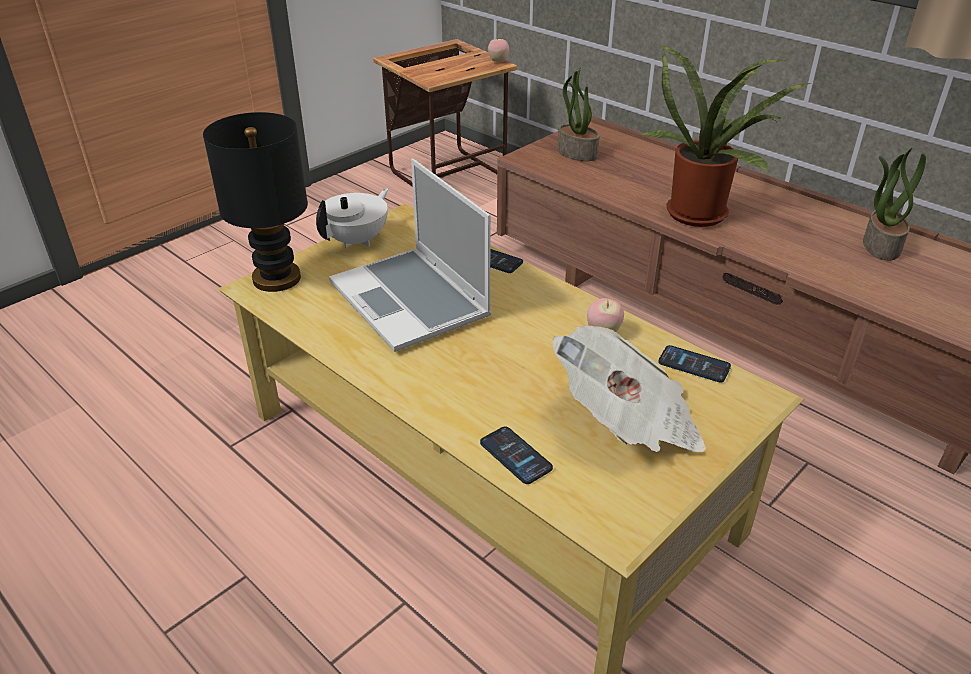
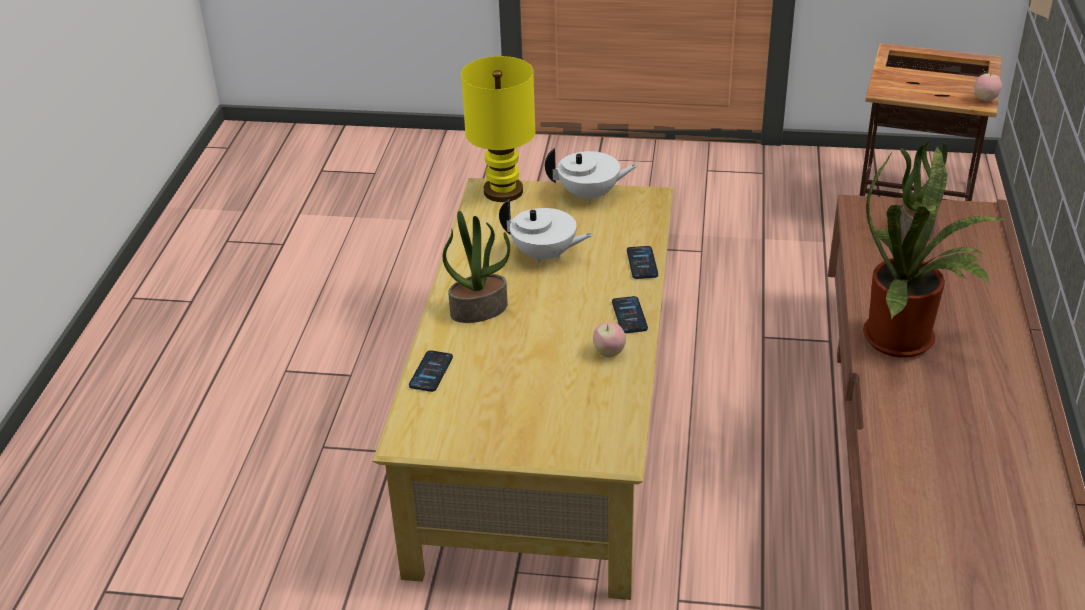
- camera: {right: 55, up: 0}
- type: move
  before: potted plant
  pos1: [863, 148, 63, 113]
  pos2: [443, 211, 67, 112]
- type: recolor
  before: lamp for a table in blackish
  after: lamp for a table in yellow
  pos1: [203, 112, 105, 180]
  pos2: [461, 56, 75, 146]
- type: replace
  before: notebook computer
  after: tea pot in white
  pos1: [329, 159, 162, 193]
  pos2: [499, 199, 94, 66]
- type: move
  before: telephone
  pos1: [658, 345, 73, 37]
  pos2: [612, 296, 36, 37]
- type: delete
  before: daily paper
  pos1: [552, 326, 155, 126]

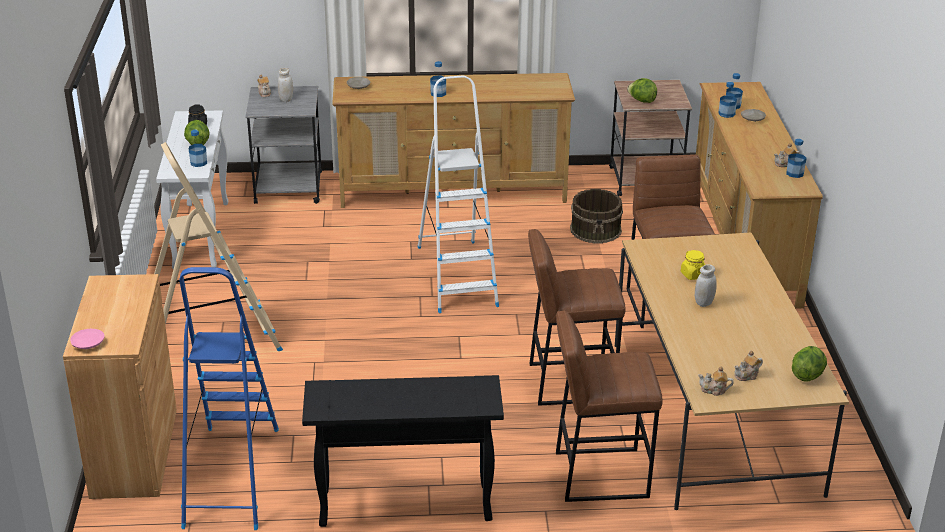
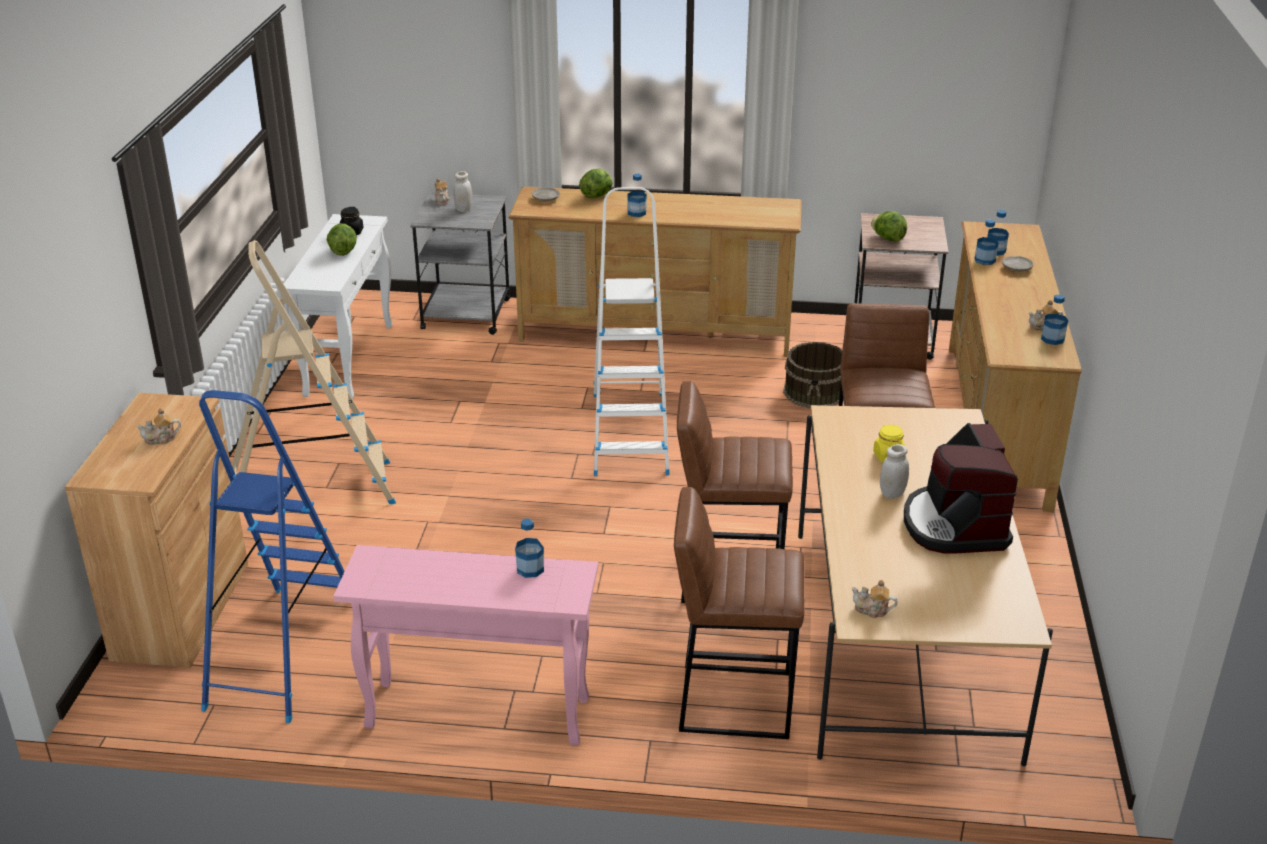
- camera: {right: 10, up: 0}
- type: move
  before: tea pot
  pos1: [734, 351, 29, 30]
  pos2: [136, 408, 45, 37]
- type: recolor
  before: hall table in blackish
  after: hall table in pinkish
  pos1: [302, 375, 202, 152]
  pos2: [334, 545, 264, 201]
- type: move
  before: bottle
  pos1: [189, 130, 18, 37]
  pos2: [515, 519, 29, 59]
- type: move
  before: head of lettuce
  pos1: [792, 346, 35, 36]
  pos2: [579, 169, 33, 29]
- type: insert
  after: coffee brewer
  pos2: [904, 423, 114, 131]
- type: delete
  before: plate in pinkish
  pos1: [70, 329, 35, 20]

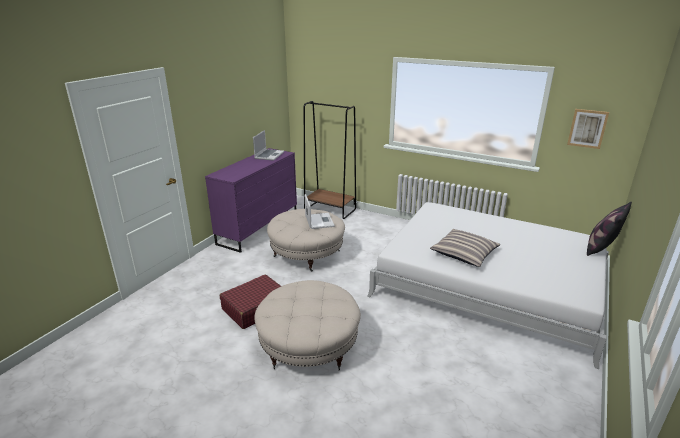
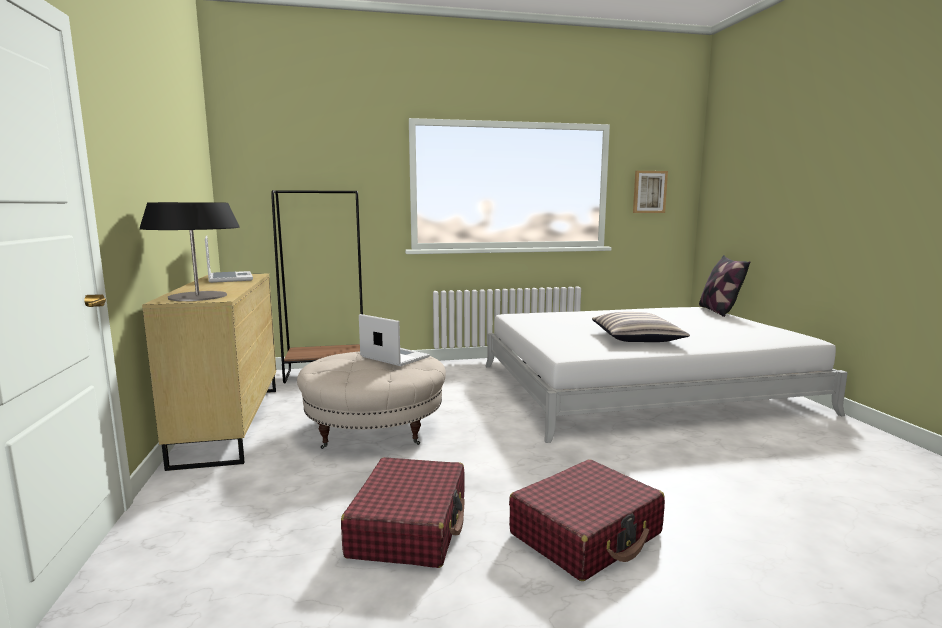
- camera: {right: -40, up: -15}
- type: insert
  after: lamp for a table
  pos2: [140, 202, 100, 99]
- type: recolor
  before: chest of drawers in purple-coloured
  after: chest of drawers in beige-coloured
  pos1: [205, 148, 92, 105]
  pos2: [142, 274, 134, 197]
- type: replace
  before: pouffe in beige-coloured
  after: travel case in red-coloured
  pos1: [254, 280, 107, 91]
  pos2: [509, 459, 156, 122]

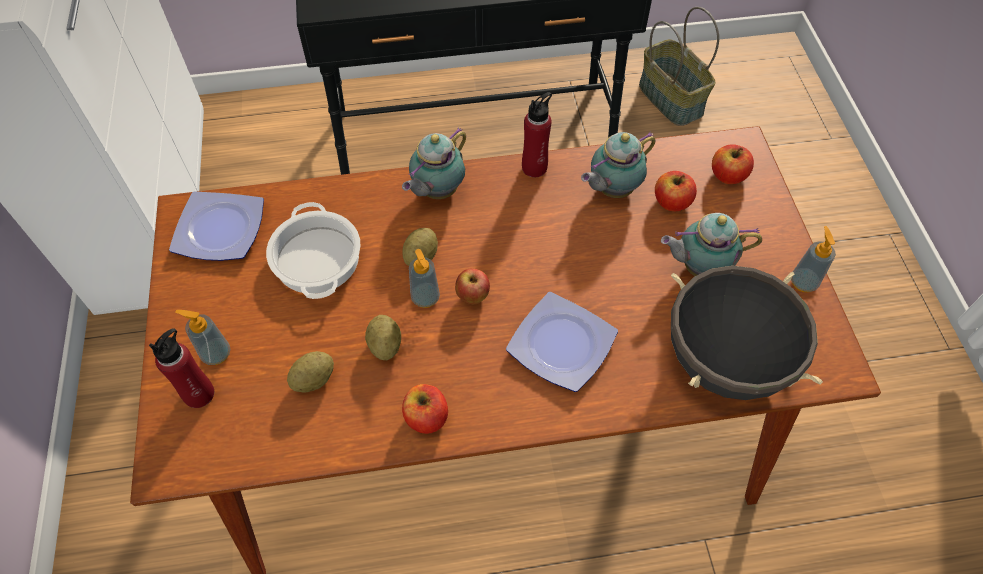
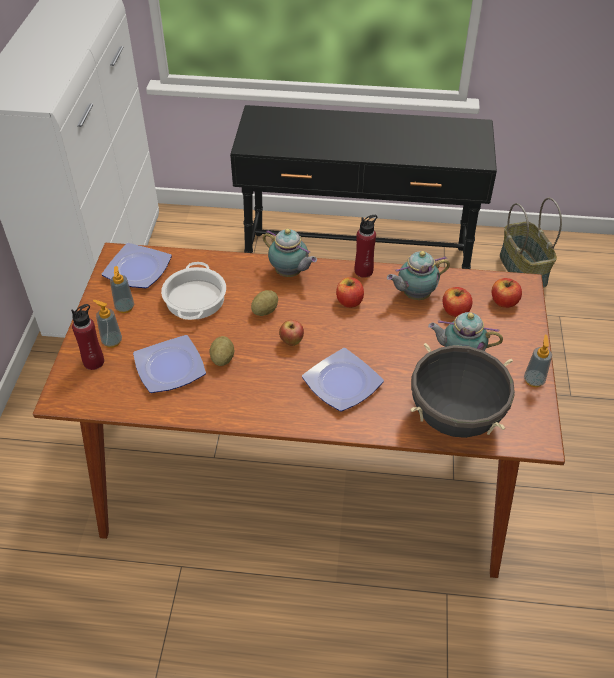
- camera: {right: 15, up: -10}
- type: move
  before: soap dispenser
  pos1: [409, 249, 31, 59]
  pos2: [110, 266, 24, 47]
- type: replace
  before: whole potato
  after: plate
  pos1: [287, 351, 47, 42]
  pos2: [133, 335, 73, 58]
- type: rotate
  before: tea pot
  pos1: [402, 127, 64, 72]
  pos2: [263, 228, 54, 49]
  turn: -105
- type: move
  before: apple fruit
  pos1: [402, 384, 46, 50]
  pos2: [336, 277, 28, 31]

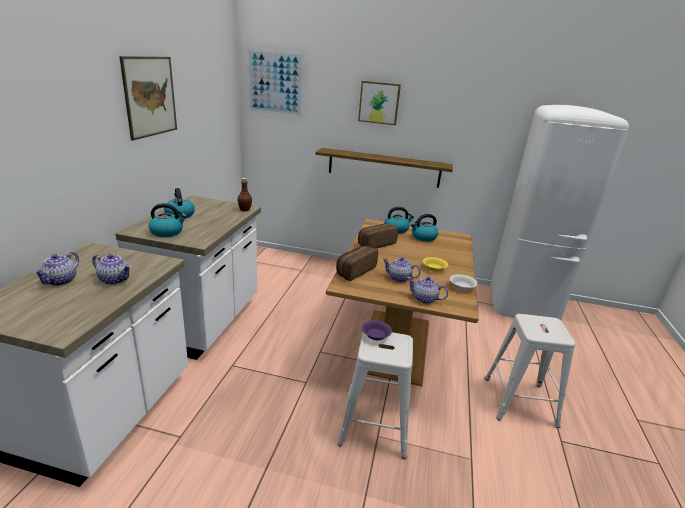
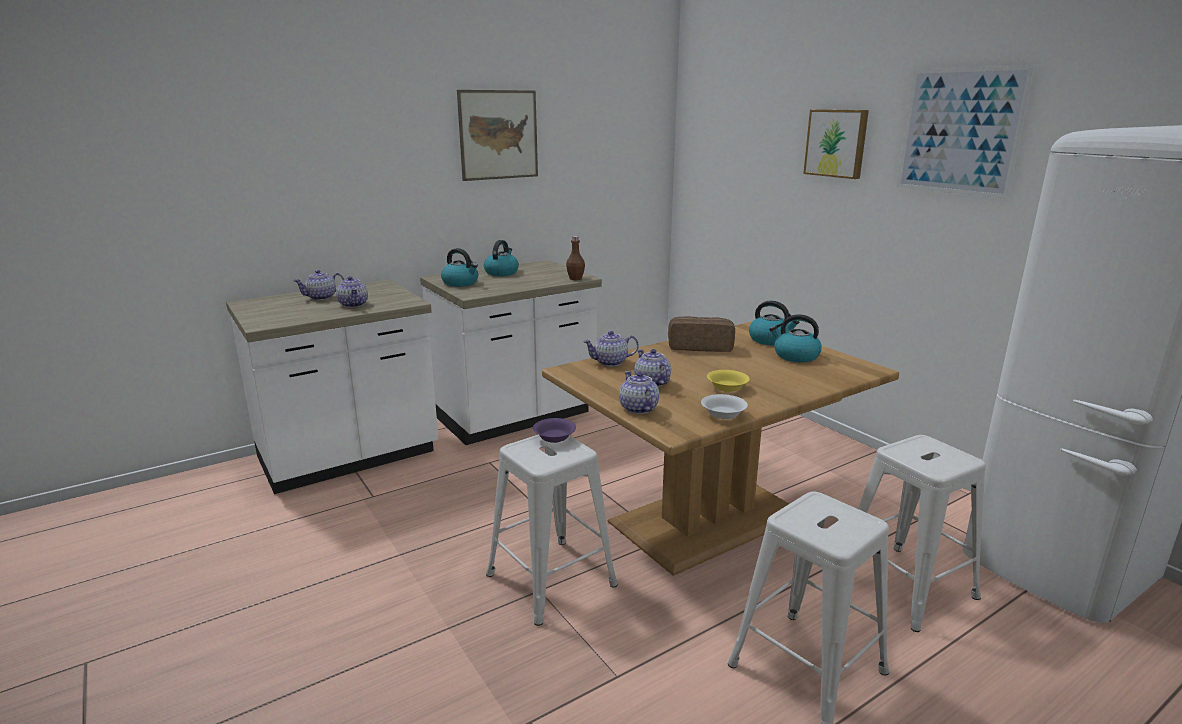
- camera: {right: 45, up: -5}
- type: replace
  before: baked bread
  after: tea pot
  pos1: [336, 246, 42, 35]
  pos2: [583, 331, 56, 36]
- type: insert
  after: stool in white
  pos2: [858, 435, 128, 197]
- type: move
  before: picture
  pos1: [247, 49, 57, 68]
  pos2: [897, 65, 138, 134]
- type: delete
  before: shelf
  pos1: [315, 148, 138, 40]

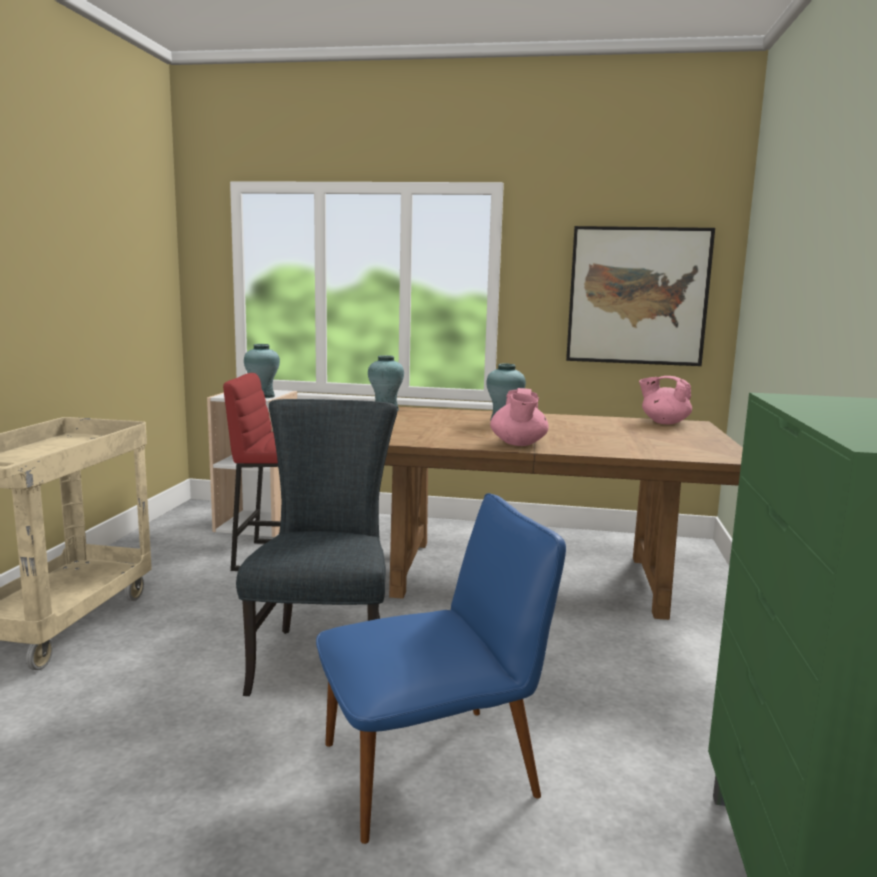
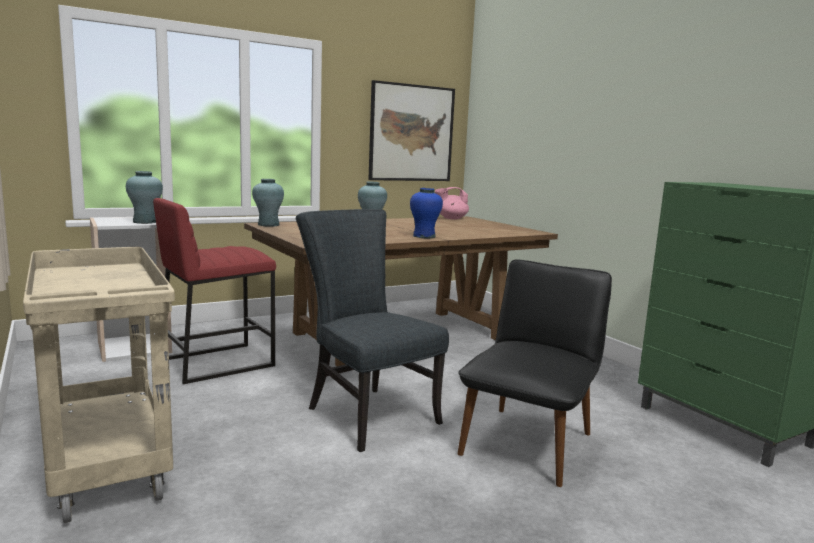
- camera: {right: -40, up: 0}
- type: replace
  before: tea pot in pinkish
  after: flower vase in blue-coloured
  pos1: [490, 388, 59, 58]
  pos2: [410, 188, 33, 50]
- type: recolor
  before: chair in blue-coloured
  after: chair in blackish
  pos1: [316, 493, 250, 351]
  pos2: [458, 259, 154, 228]

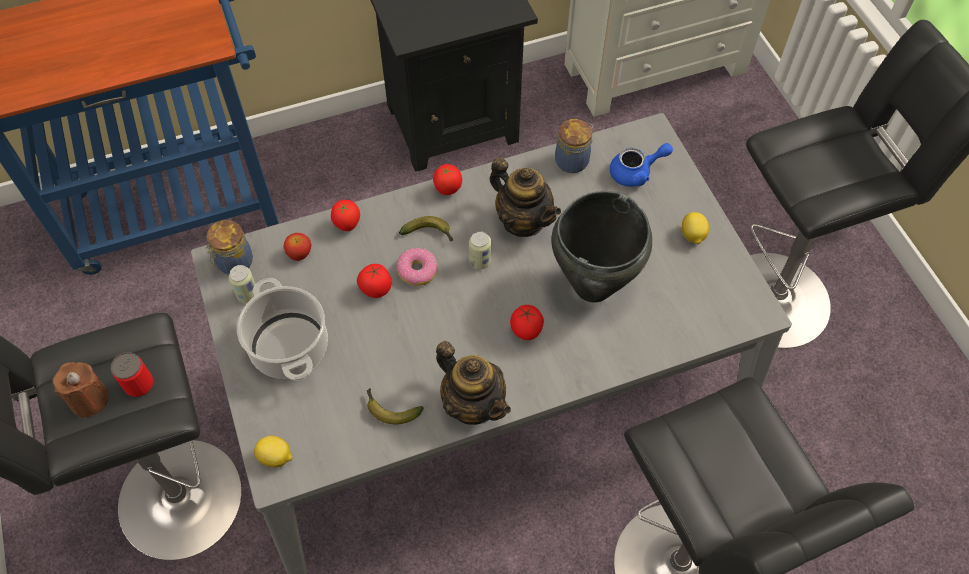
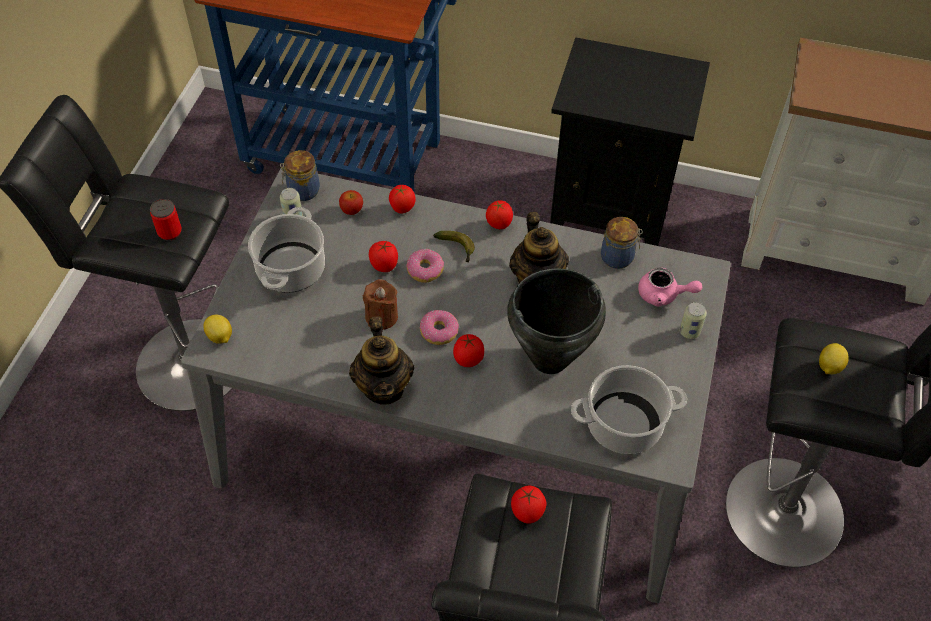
- camera: {right: 35, up: -5}
- type: move
  before: wax candle in brown
  pos1: [52, 362, 57, 56]
  pos2: [363, 279, 35, 51]
- type: insert
  after: ring doughnut
  pos2: [420, 310, 39, 35]
- type: insert
  after: whole tomato
  pos2: [511, 485, 36, 39]
- type: insert
  after: cooking pot
  pos2: [571, 365, 116, 89]
- type: recolor
  before: tea pot in blue-coloured
  after: tea pot in pinkish
  pos1: [610, 143, 63, 44]
  pos2: [638, 267, 64, 39]
- type: move
  before: metal can
  pos1: [469, 231, 22, 39]
  pos2: [679, 302, 28, 37]
- type: move
  before: lemon
  pos1: [682, 212, 27, 32]
  pos2: [819, 343, 30, 31]
- type: delete
  before: banana fruit
  pos1: [367, 388, 57, 36]

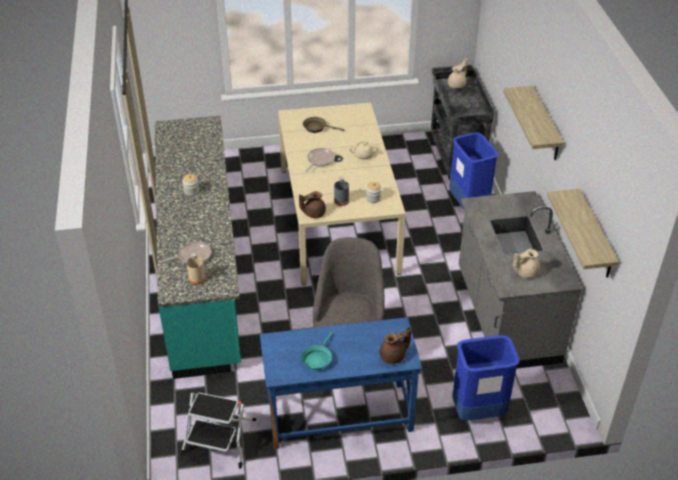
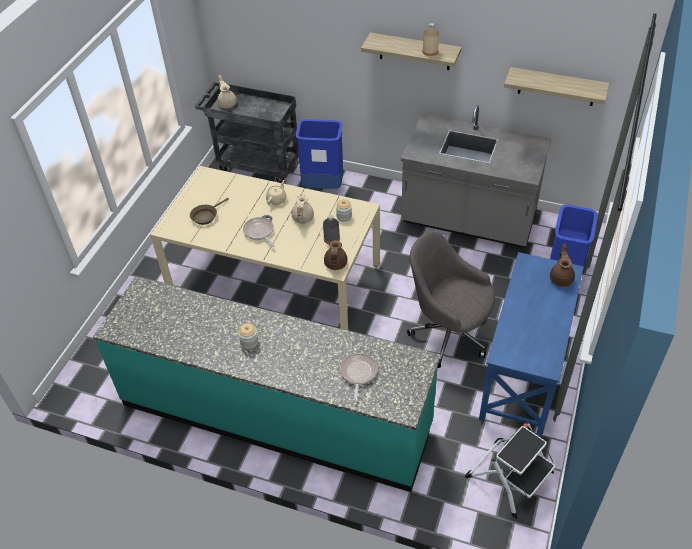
- camera: {right: -60, up: 5}
- type: move
  before: tea pot in beige-coloured
  pos1: [513, 249, 27, 29]
  pos2: [292, 195, 22, 28]
- type: move
  before: bottle in beige-coloured
  pos1: [187, 253, 19, 32]
  pos2: [423, 23, 16, 33]
- type: delete
  before: frying pan in turquoise
  pos1: [301, 332, 32, 38]

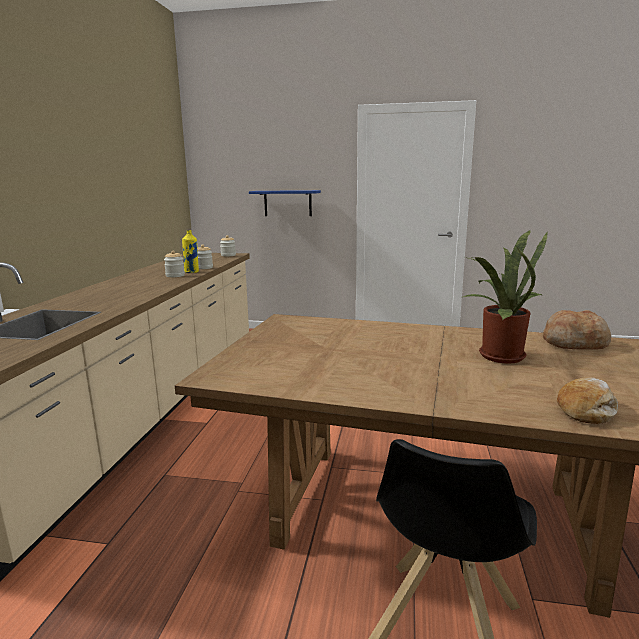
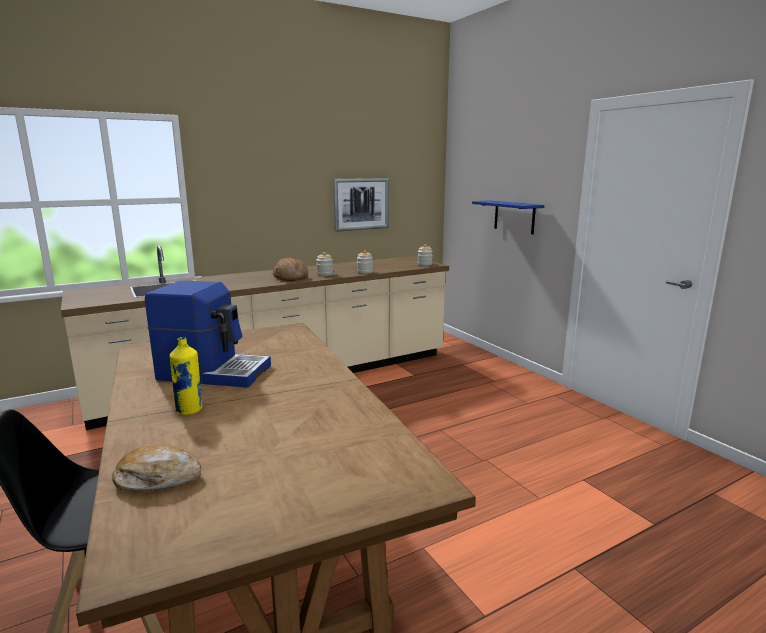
- camera: {right: 50, up: 0}
- type: insert
  after: coffee brewer
  pos2: [145, 281, 126, 107]
- type: move
  before: bottle in yellow
  pos1: [182, 230, 17, 43]
  pos2: [170, 337, 32, 78]
- type: move
  before: baked bread
  pos1: [543, 310, 68, 40]
  pos2: [273, 257, 35, 24]
- type: insert
  after: picture
  pos2: [333, 178, 56, 54]
- type: delete
  before: potted plant
  pos1: [463, 230, 85, 134]

